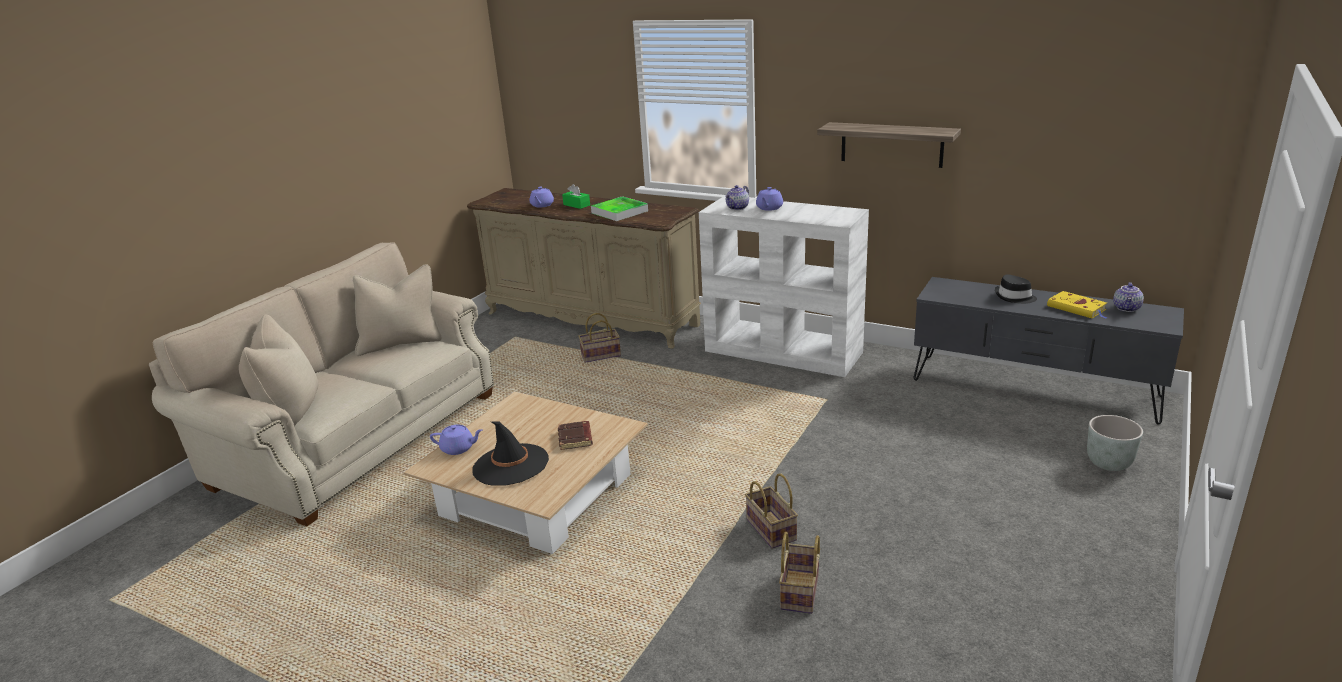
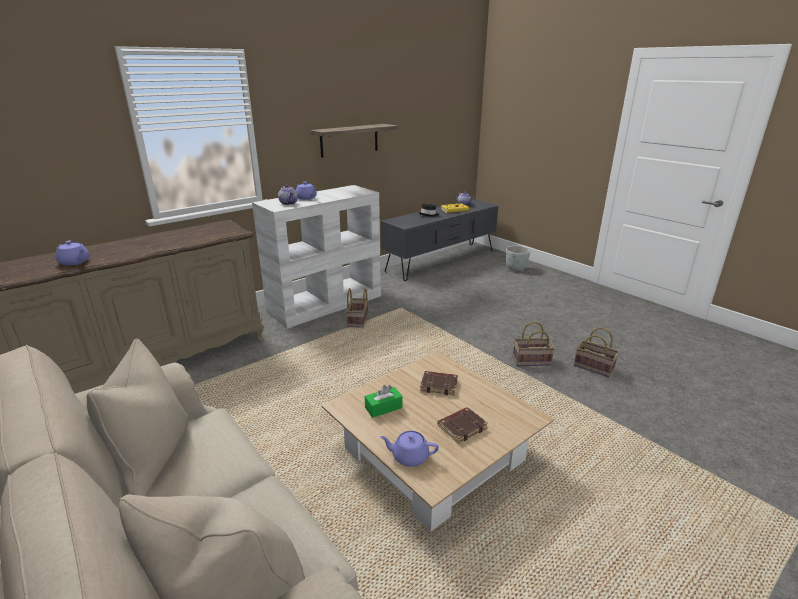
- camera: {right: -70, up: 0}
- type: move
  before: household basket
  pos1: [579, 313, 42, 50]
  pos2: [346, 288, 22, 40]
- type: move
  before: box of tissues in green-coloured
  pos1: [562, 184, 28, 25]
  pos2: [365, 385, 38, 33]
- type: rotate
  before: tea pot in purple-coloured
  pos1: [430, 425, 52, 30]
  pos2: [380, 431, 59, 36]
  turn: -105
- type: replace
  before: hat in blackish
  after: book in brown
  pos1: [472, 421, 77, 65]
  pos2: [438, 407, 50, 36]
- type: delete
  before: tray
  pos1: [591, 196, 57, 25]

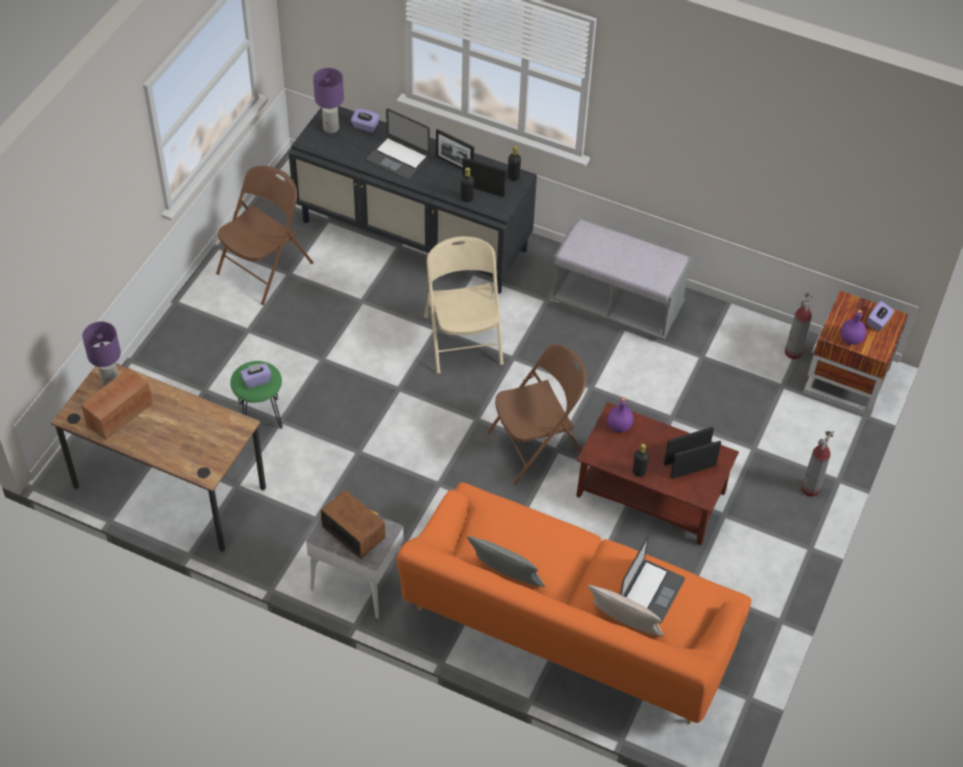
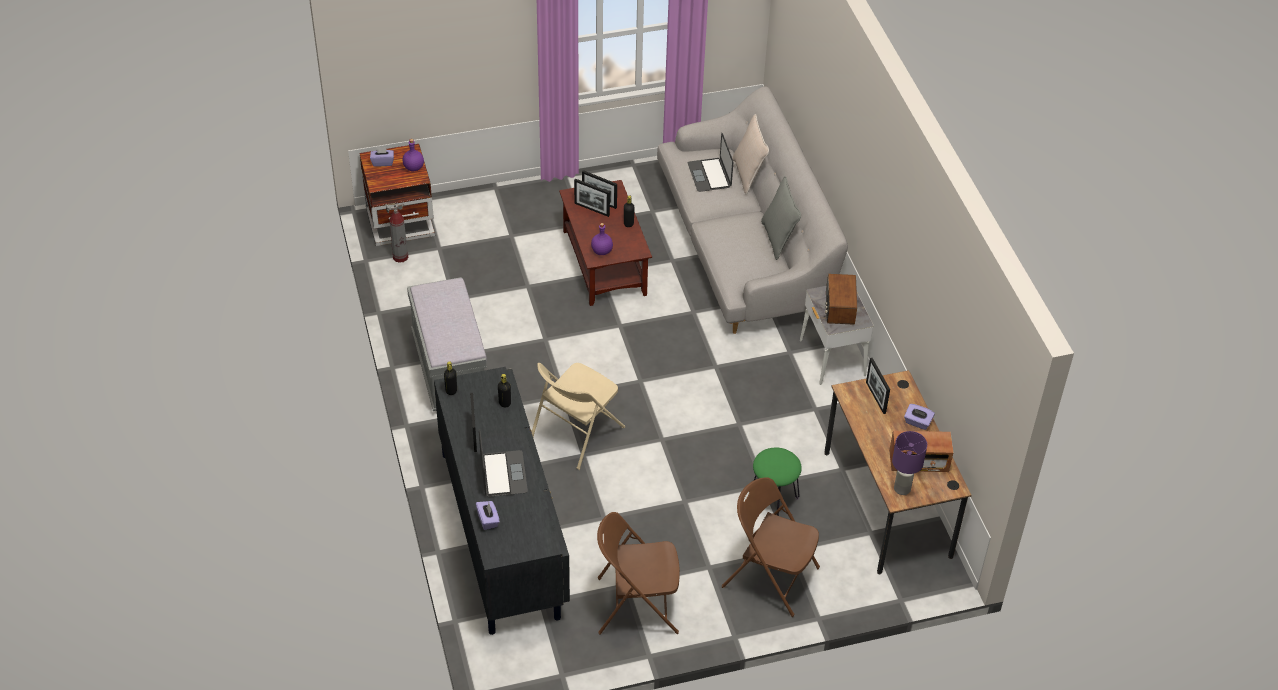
- camera: {right: -130, up: -5}
- type: recolor
  before: couch in orangey
  after: couch in gray
  pos1: [397, 482, 354, 242]
  pos2: [657, 86, 191, 248]
- type: rotate
  before: notebook computer
  pos1: [620, 536, 65, 87]
  pos2: [688, 133, 45, 59]
  turn: -90
- type: move
  before: chair in brown
  pos1: [487, 344, 100, 141]
  pos2: [722, 477, 98, 140]
- type: move
  before: standing frame
  pos1: [462, 157, 44, 40]
  pos2: [866, 358, 24, 56]
- type: move
  before: box of tissues in purple-coloured
  pos1: [240, 363, 32, 25]
  pos2: [904, 404, 31, 26]
- type: delete
  before: lamp for a table in purple-coloured
  pos1: [313, 68, 31, 65]
- type: delete
  before: fire-fighting cylinder
  pos1: [801, 431, 33, 66]

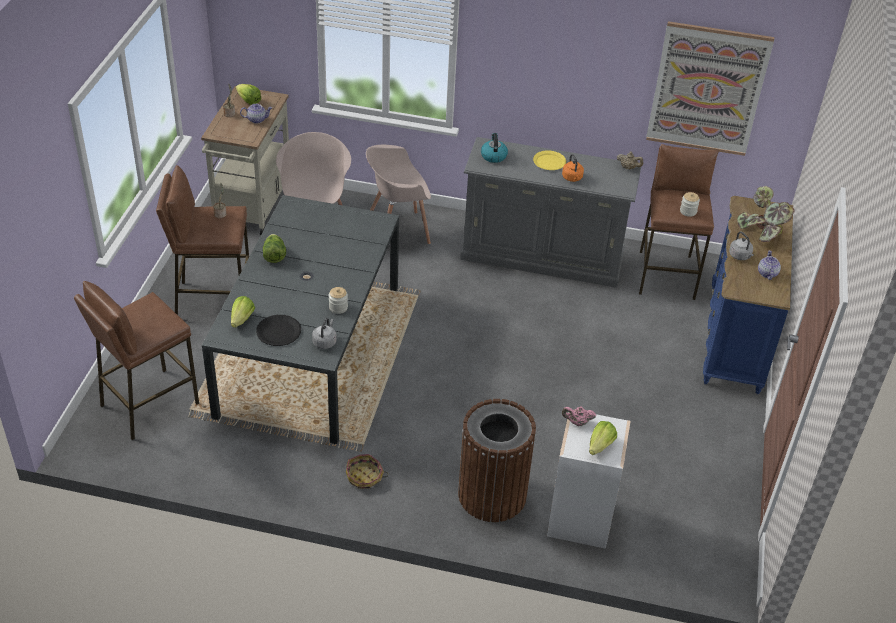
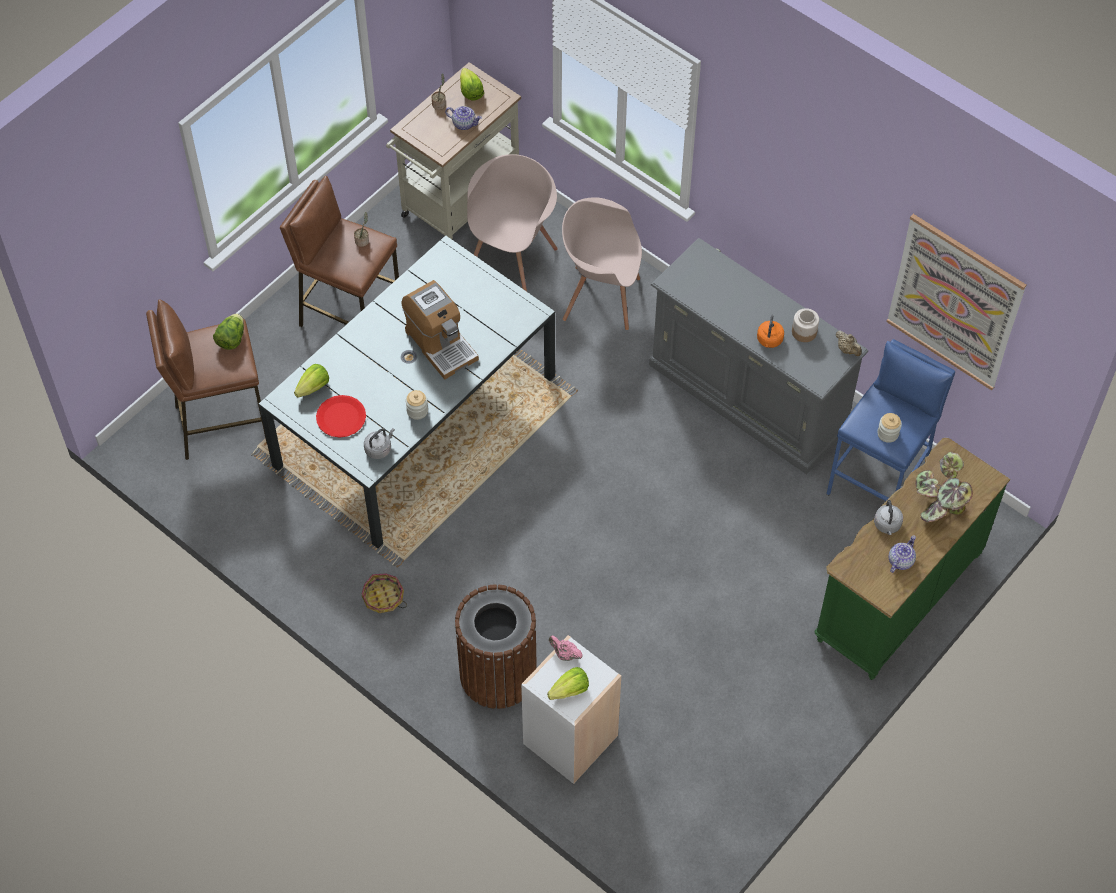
- camera: {right: 30, up: 15}
- type: move
  before: head of lettuce
  pos1: [263, 234, 23, 29]
  pos2: [213, 314, 31, 36]
- type: recolor
  before: plate in blackish
  after: plate in red-coloured
  pos1: [256, 315, 45, 31]
  pos2: [316, 395, 50, 42]
- type: insert
  after: coffee brewer
  pos2: [401, 280, 78, 100]
- type: insert
  after: preserve jar
  pos2: [792, 308, 27, 34]
- type: recolor
  before: chest of drawers in blue-coloured
  after: chest of drawers in green-coloured
  pos1: [703, 196, 90, 198]
  pos2: [815, 438, 196, 242]
- type: recolor
  before: stool in brown
  after: stool in blue-coloured
  pos1: [639, 144, 80, 156]
  pos2: [827, 339, 128, 162]
- type: delete
  before: kettle
  pos1: [481, 133, 27, 30]
- type: delete
  before: plate in yellow
  pos1: [533, 150, 33, 20]

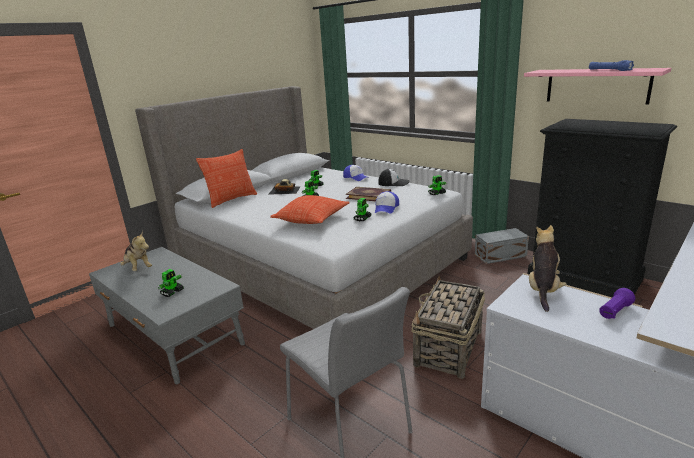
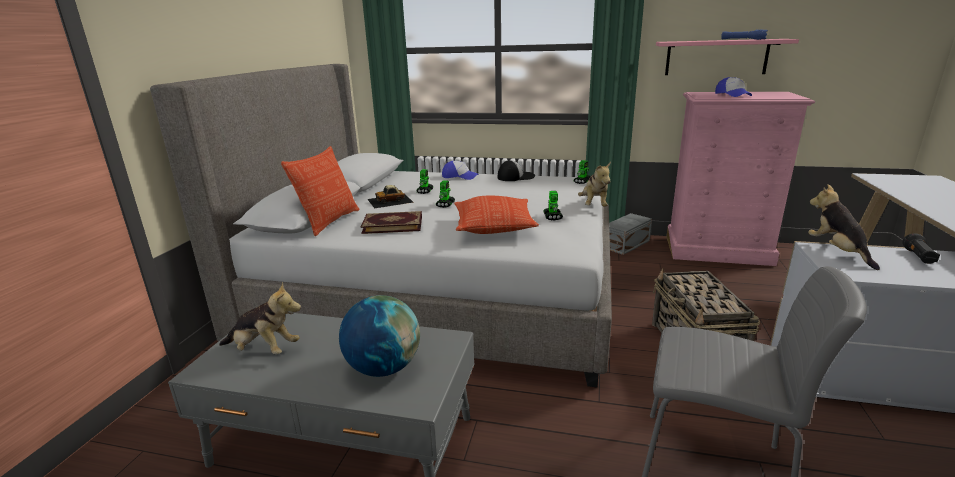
- camera: {right: -30, up: 0}
- type: replace
  before: robot figure
  after: globe
  pos1: [158, 269, 26, 28]
  pos2: [339, 295, 81, 82]
- type: move
  before: book
  pos1: [345, 187, 46, 14]
  pos2: [361, 211, 61, 23]
- type: insert
  after: soft toy
  pos2: [578, 162, 33, 44]
- type: recolor
  before: chest of drawers in blackish
  after: chest of drawers in pinkish
  pos1: [528, 119, 149, 178]
  pos2: [666, 92, 149, 174]
- type: move
  before: peaked cap
  pos1: [375, 191, 24, 23]
  pos2: [715, 77, 37, 20]
- type: recolor
  before: torch in purple-coloured
  after: torch in blackish
  pos1: [599, 288, 36, 31]
  pos2: [902, 233, 38, 31]

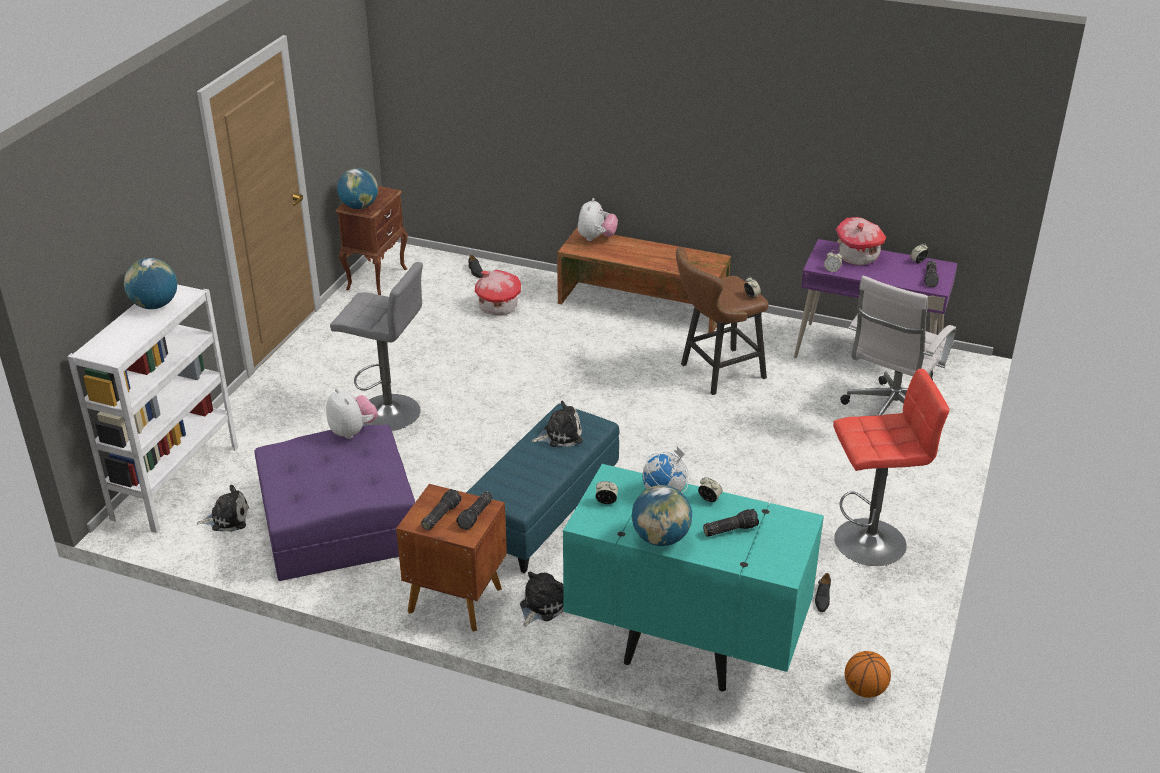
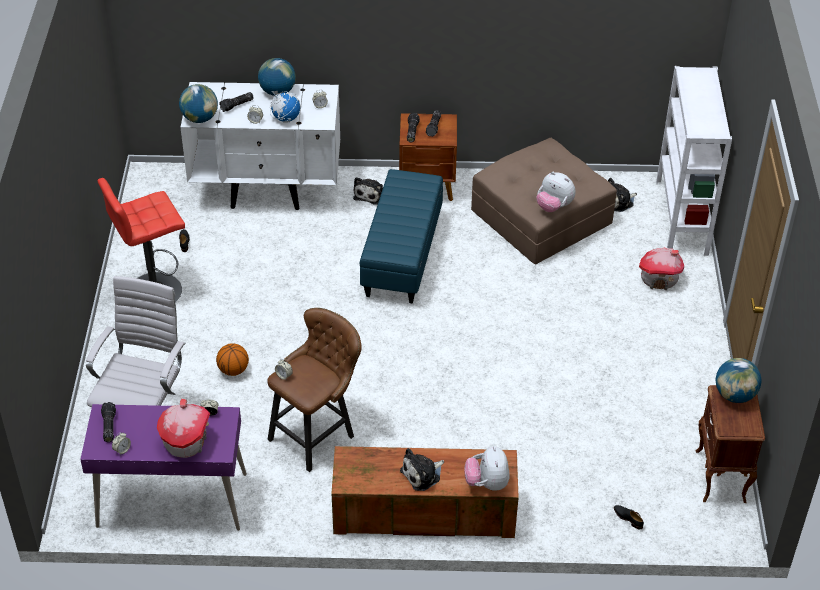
- camera: {right: 160, up: 10}
- type: move
  before: globe
  pos1: [124, 258, 53, 51]
  pos2: [179, 84, 39, 39]
- type: recolor
  before: chest of drawers in turquoise
  after: chest of drawers in white
  pos1: [563, 464, 261, 227]
  pos2: [180, 82, 160, 128]
- type: move
  before: basketball ball
  pos1: [845, 651, 46, 47]
  pos2: [216, 343, 33, 33]
- type: move
  before: soft toy
  pos1: [532, 401, 51, 46]
  pos2: [400, 448, 44, 43]
- type: recolor
  before: pouffe in purple-coloured
  after: pouffe in brown
  pos1: [255, 425, 160, 156]
  pos2: [471, 138, 146, 127]
- type: move
  before: miniature house
  pos1: [475, 270, 46, 45]
  pos2: [639, 248, 45, 42]
- type: delete
  before: stool in gray
  pos1: [330, 262, 93, 169]

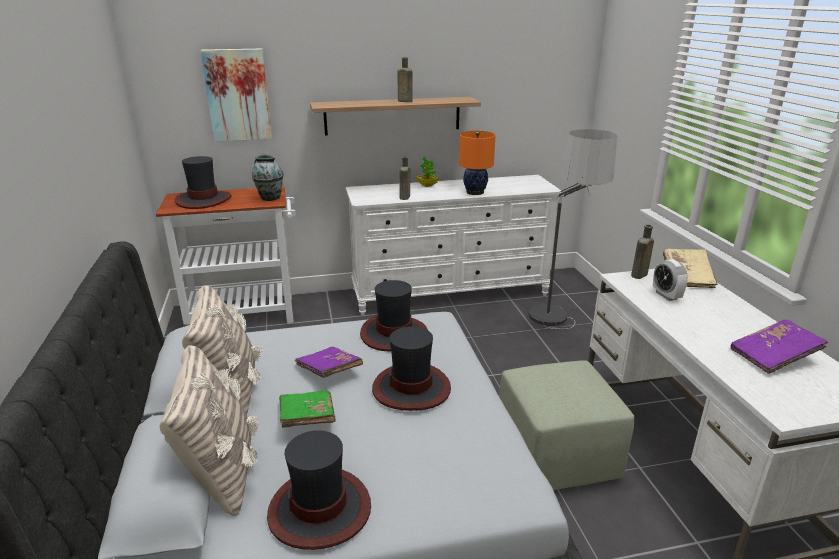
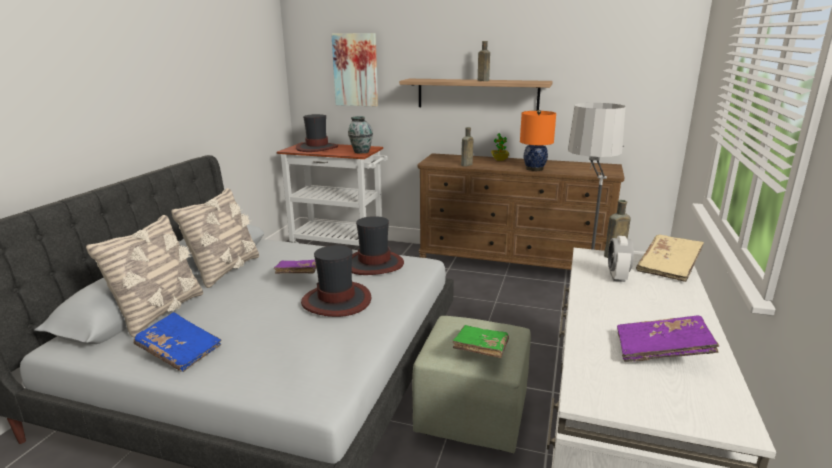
- camera: {right: 30, up: -5}
- type: replace
  before: hat
  after: book in blue-coloured
  pos1: [267, 430, 104, 120]
  pos2: [134, 312, 87, 60]
- type: recolor
  before: chest of drawers in white
  after: chest of drawers in brown
  pos1: [345, 175, 216, 140]
  pos2: [417, 153, 207, 117]
- type: move
  before: book in green-coloured
  pos1: [279, 390, 57, 38]
  pos2: [452, 325, 57, 33]

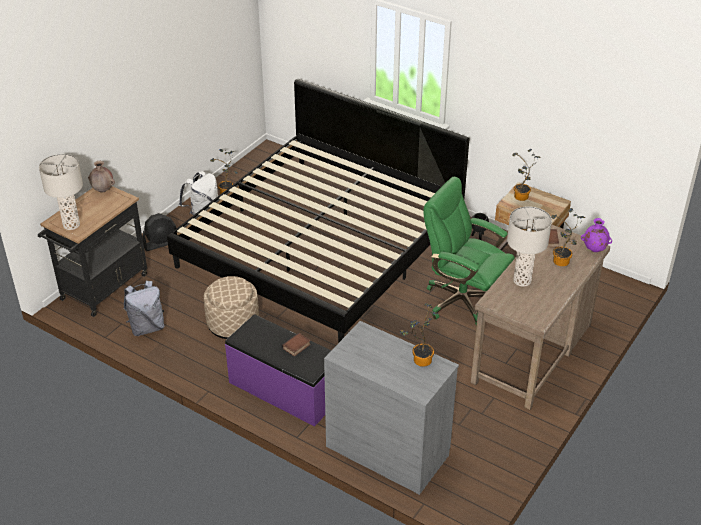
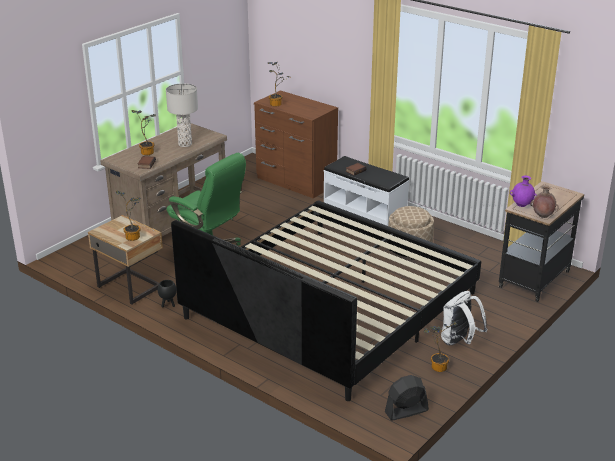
- camera: {right: -175, up: -10}
- type: recolor
  before: chest of drawers in gray
  after: chest of drawers in brown
  pos1: [324, 321, 135, 174]
  pos2: [254, 90, 84, 108]
- type: recolor
  before: bench in purple-coloured
  after: bench in white
  pos1: [225, 314, 107, 113]
  pos2: [324, 156, 85, 70]
- type: move
  before: cooling fan in blackish
  pos1: [142, 213, 35, 38]
  pos2: [385, 375, 44, 46]
- type: move
  before: flower vase in purple-coloured
  pos1: [581, 218, 31, 34]
  pos2: [510, 176, 27, 31]
- type: delete
  before: lamp for a table in white
  pos1: [39, 154, 44, 76]
- type: delete
  before: backpack in gray
  pos1: [124, 281, 41, 55]

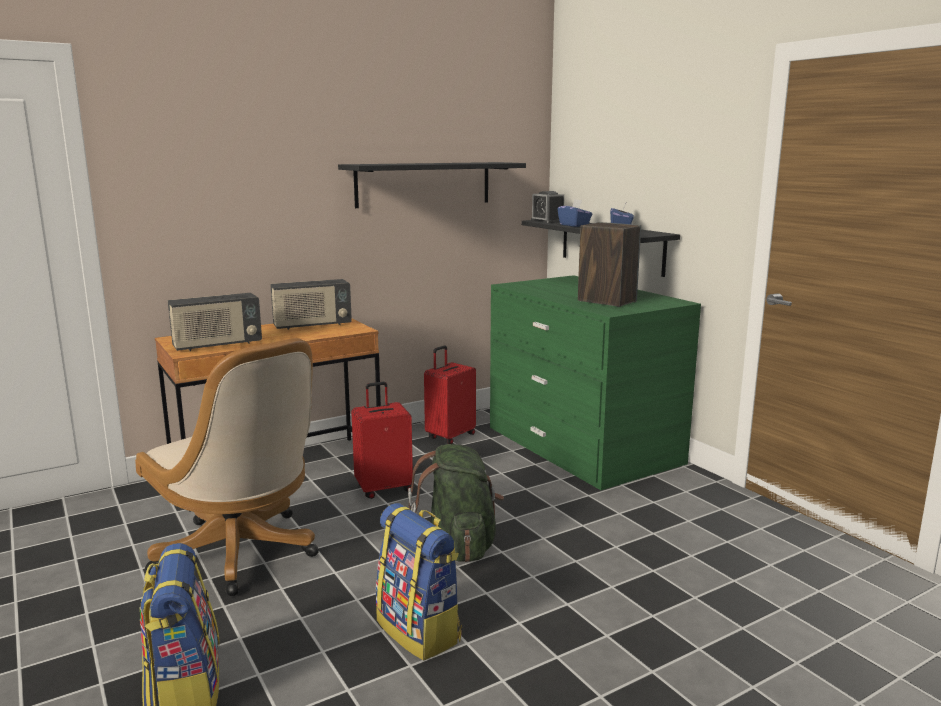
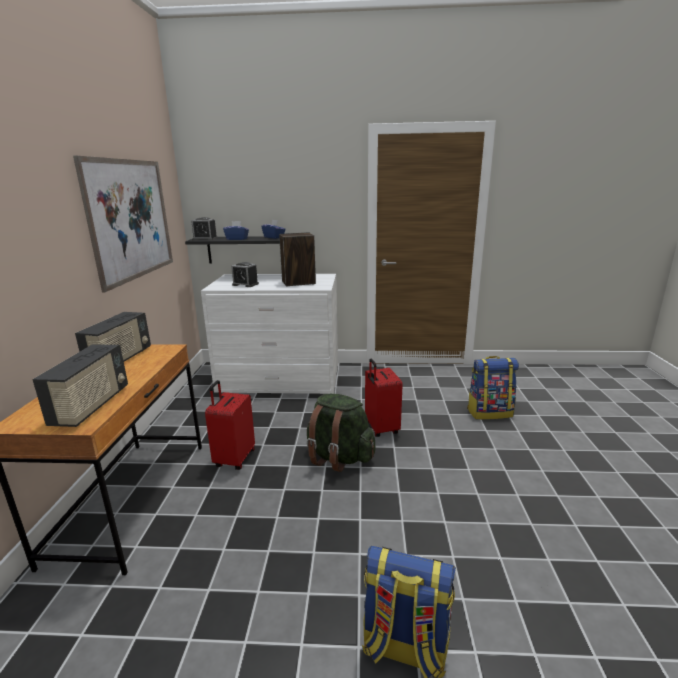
- camera: {right: -55, up: 5}
- type: replace
  before: shelf in blackish
  after: picture
  pos1: [338, 162, 188, 46]
  pos2: [73, 156, 100, 136]
- type: recolor
  before: chest of drawers in green-coloured
  after: chest of drawers in white
  pos1: [490, 275, 211, 215]
  pos2: [201, 274, 137, 120]
- type: insert
  after: table clock
  pos2: [231, 262, 28, 25]
- type: move
  before: travel case in red-coloured
  pos1: [424, 345, 52, 99]
  pos2: [365, 359, 38, 78]
- type: move
  before: backpack
  pos1: [376, 503, 86, 158]
  pos2: [467, 356, 52, 64]
- type: delete
  before: computer chair
  pos1: [135, 338, 184, 258]

